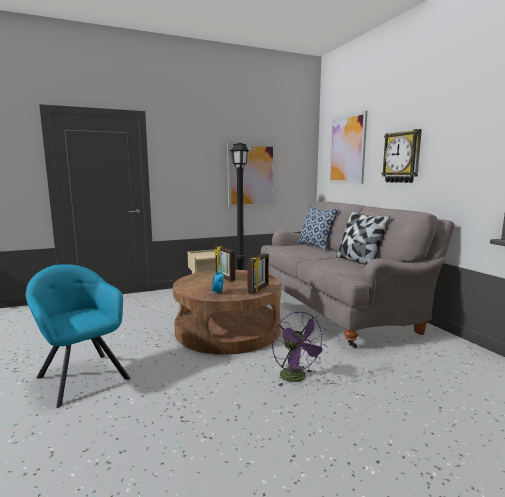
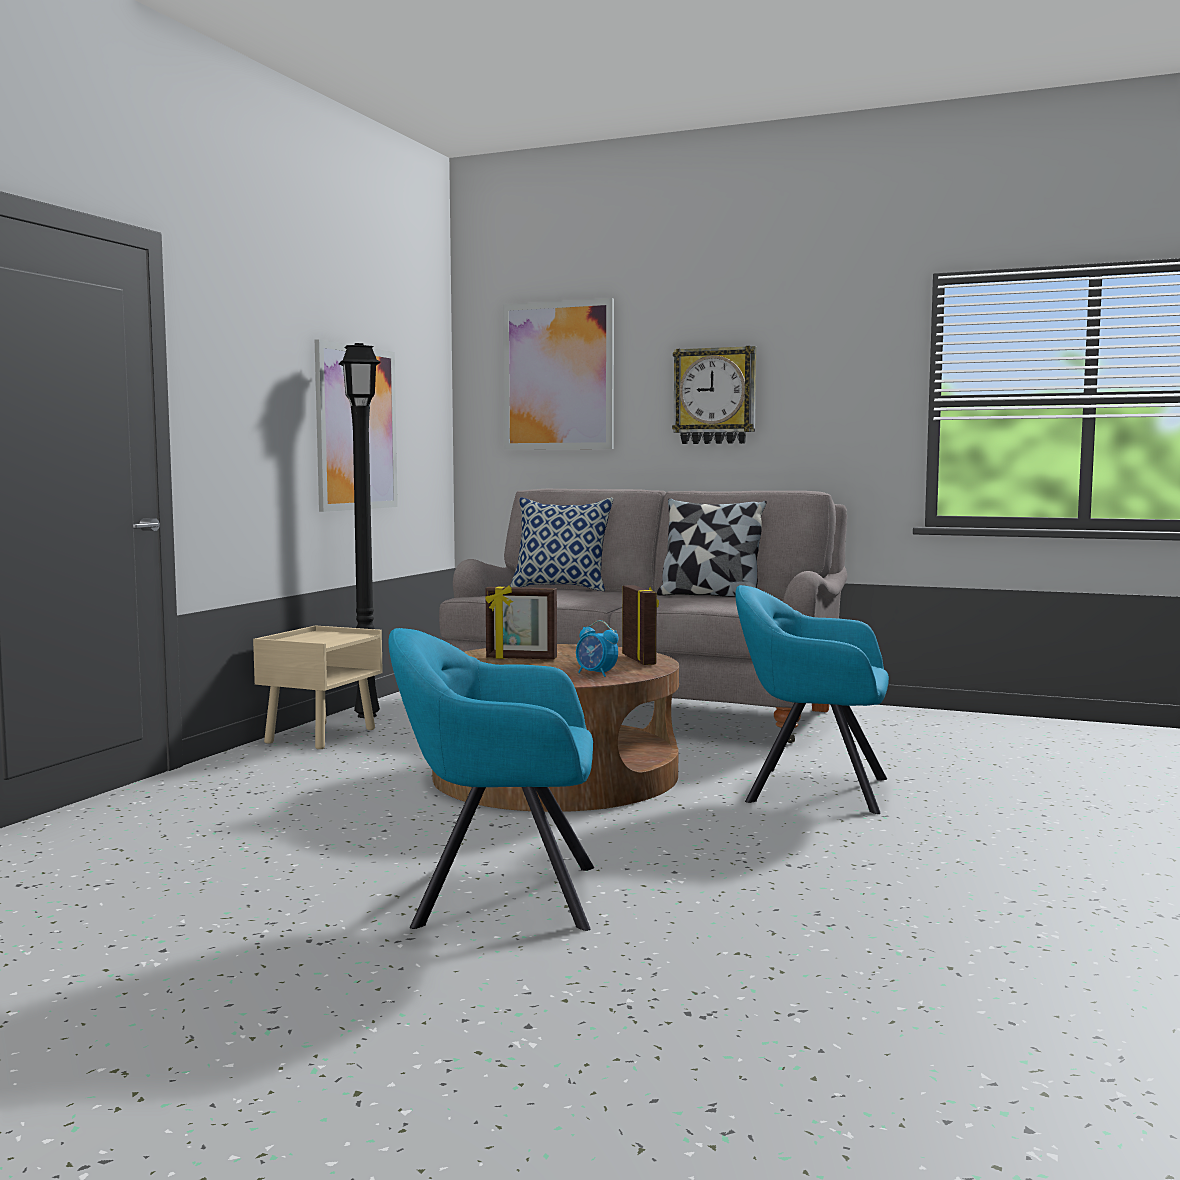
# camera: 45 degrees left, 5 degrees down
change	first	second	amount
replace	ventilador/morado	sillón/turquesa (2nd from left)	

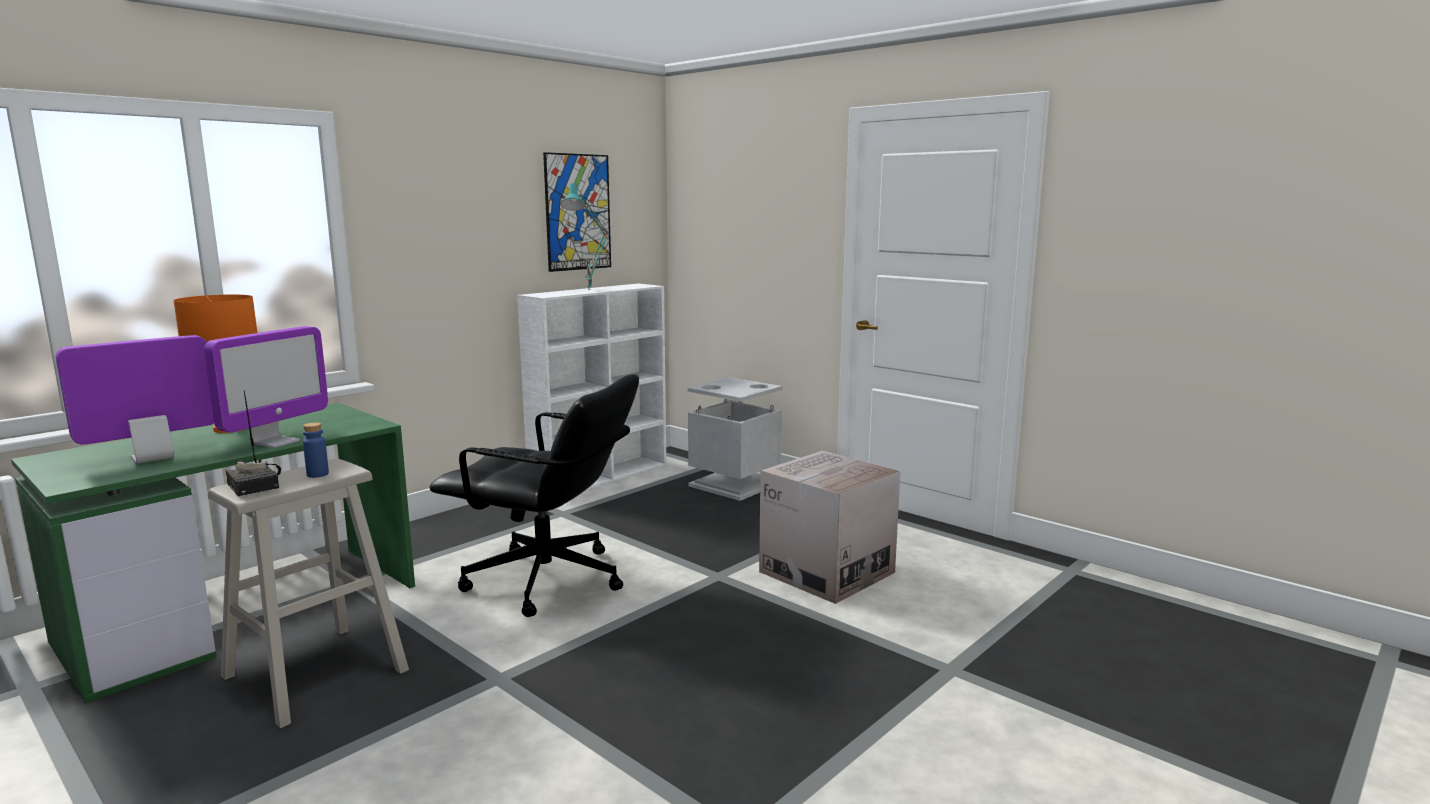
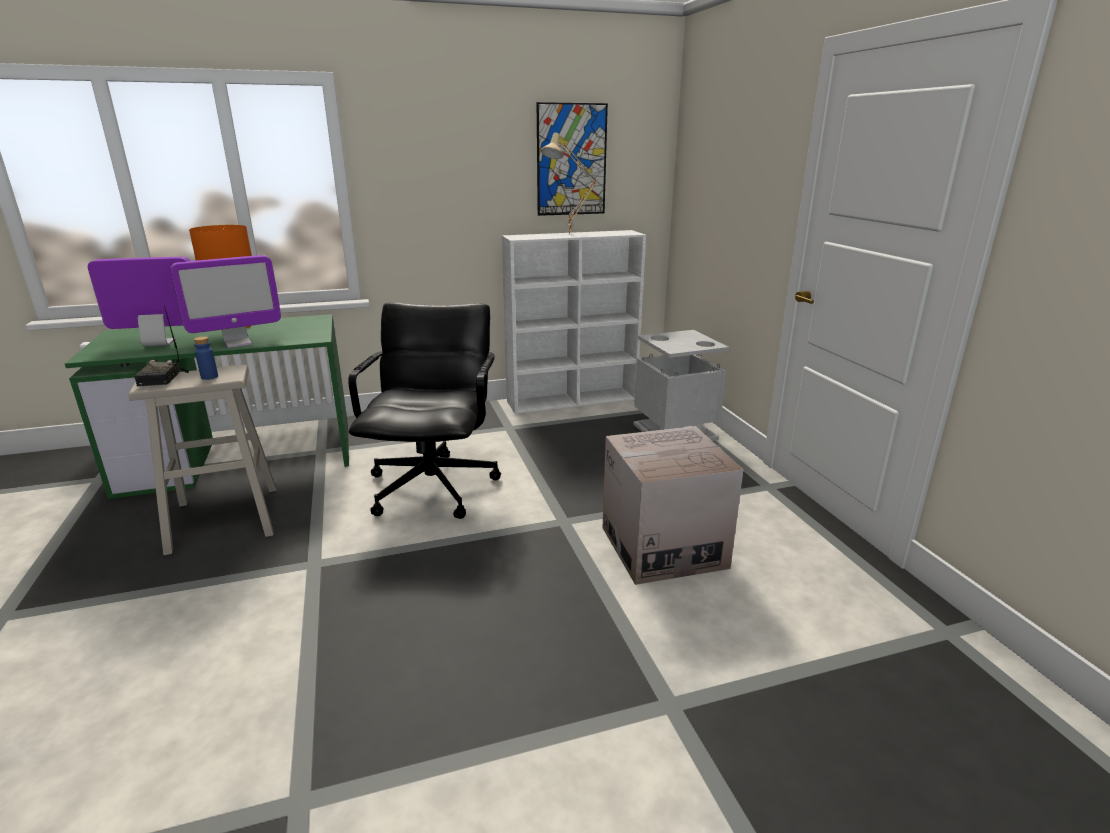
# camera: 30 degrees right, 10 degrees up
change	first	second	amount
recolor	lámpara de mesa/turquesa	lámpara de mesa/beis	
rotate	silla de oficina/negro		135 degrees counterclockwise

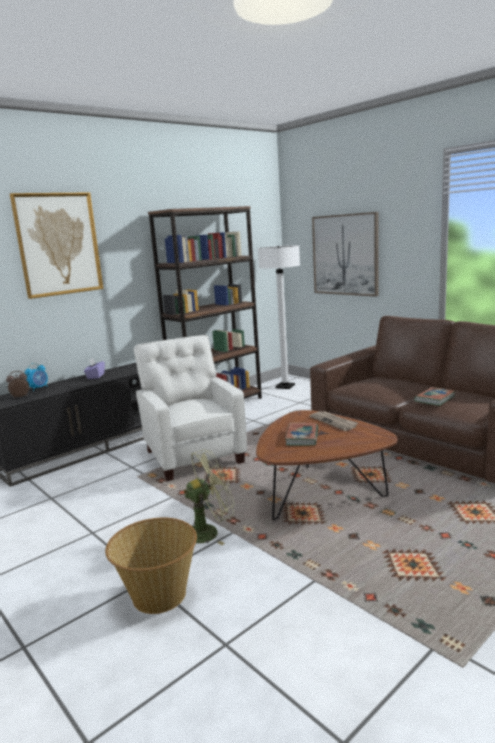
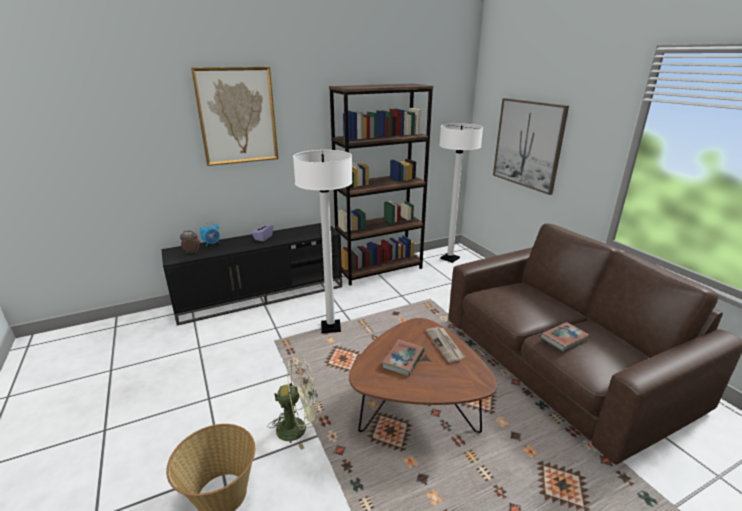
# camera: 15 degrees right, 10 degrees up
change	first	second	amount
replace	sillón/blanco	lámpara de pie/blanco (1st from left)	

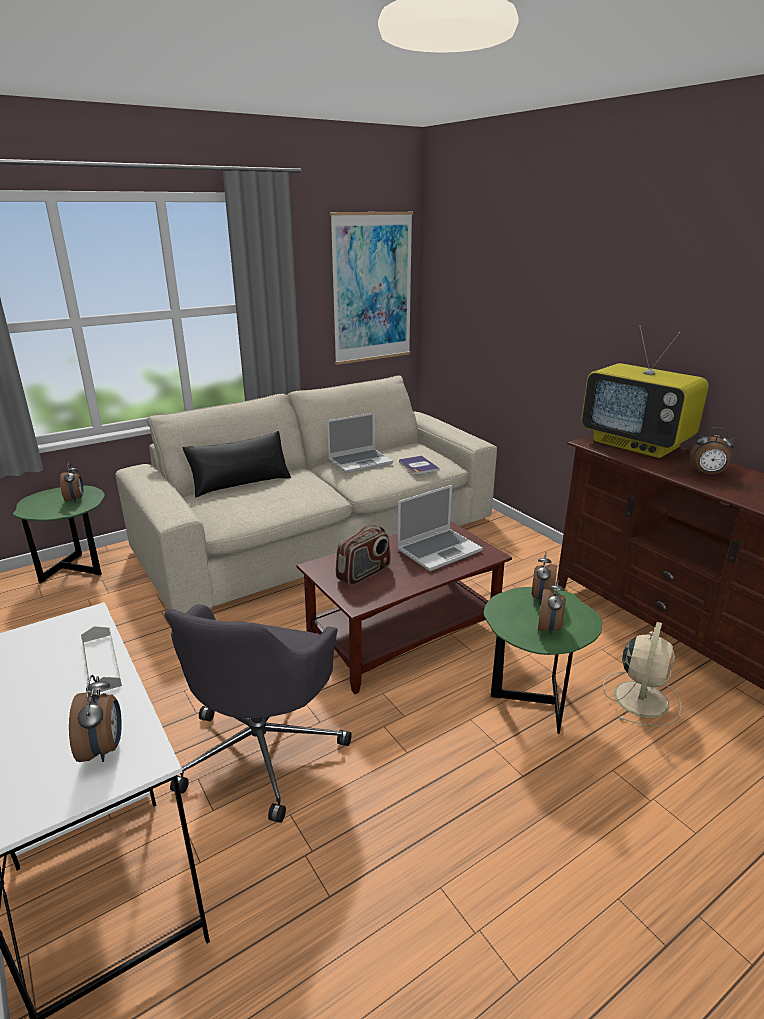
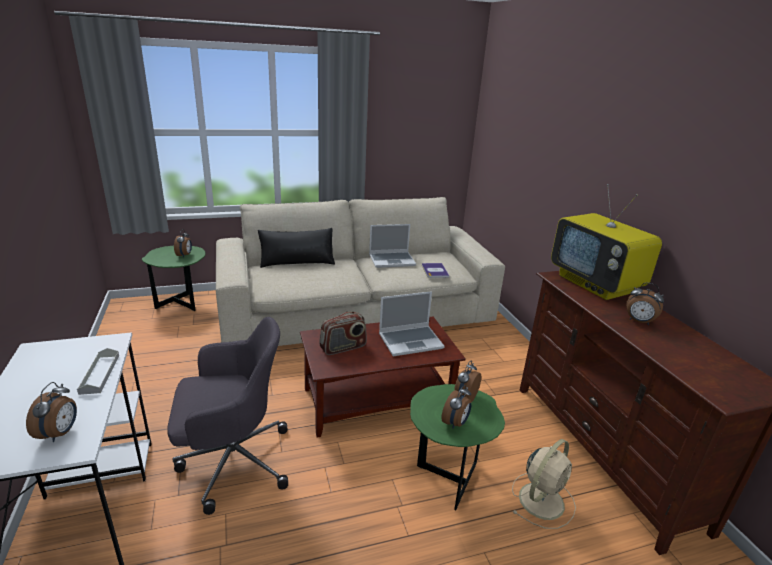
# camera: 15 degrees right, 0 degrees up
change	first	second	amount
delete	cuadro		
rotate	silla de oficina/gris		135 degrees counterclockwise

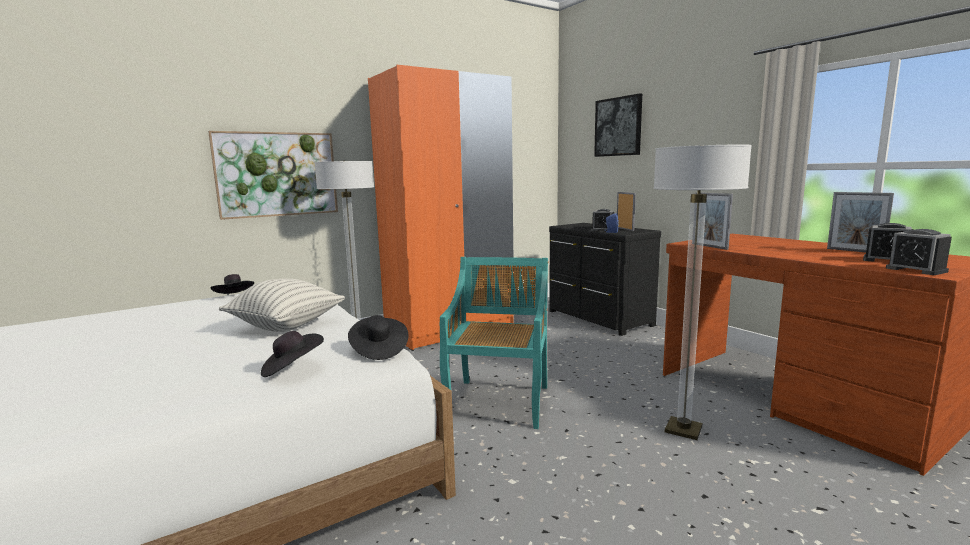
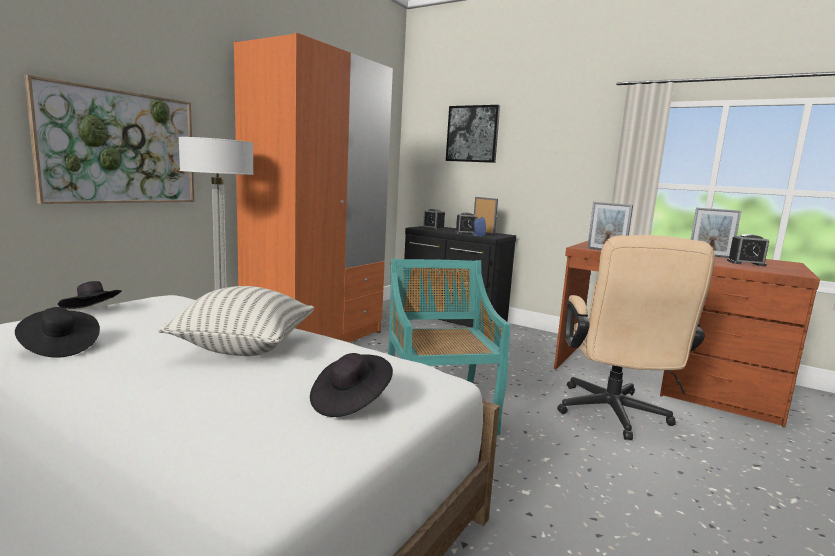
# camera: 25 degrees left, 0 degrees up
change	first	second	amount
replace	lámpara de pie (2nd from left)	silla de oficina/beis	
move	despertador (3rd from left in the first image)	despertador (1st from left)	
move	sombrero/negro (3rd from left in the first image)	sombrero/negro (1st from left)	

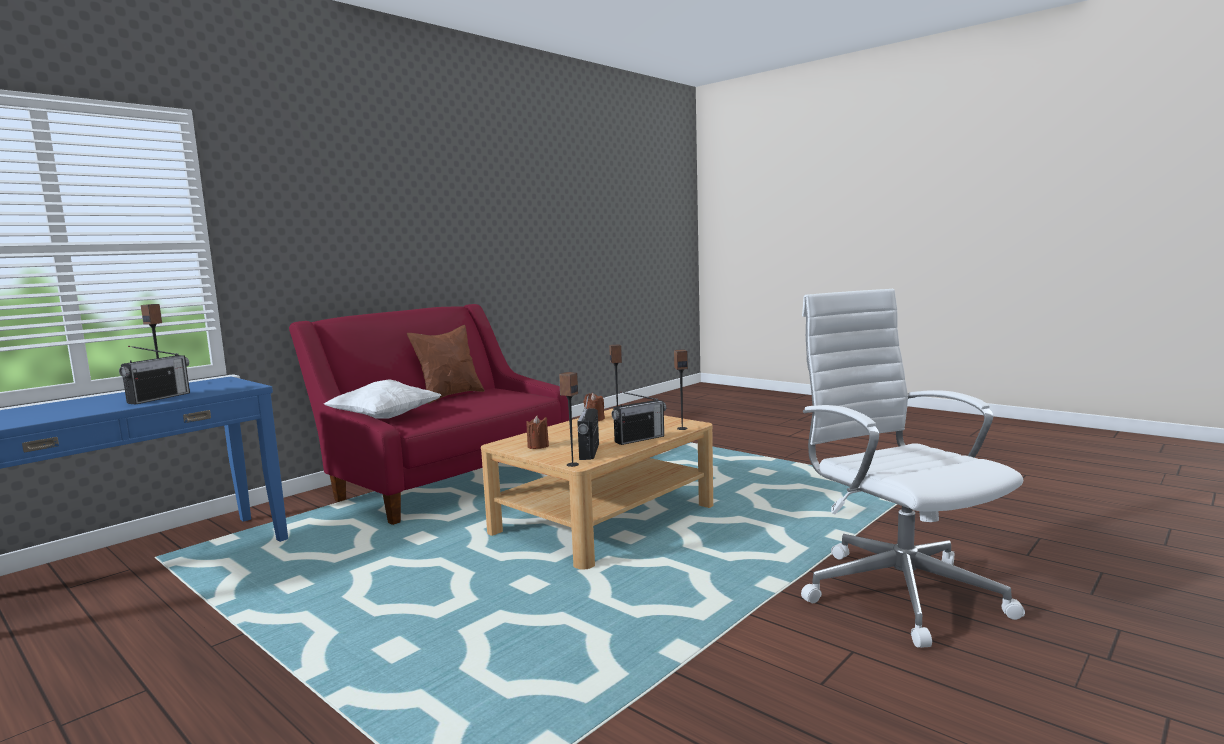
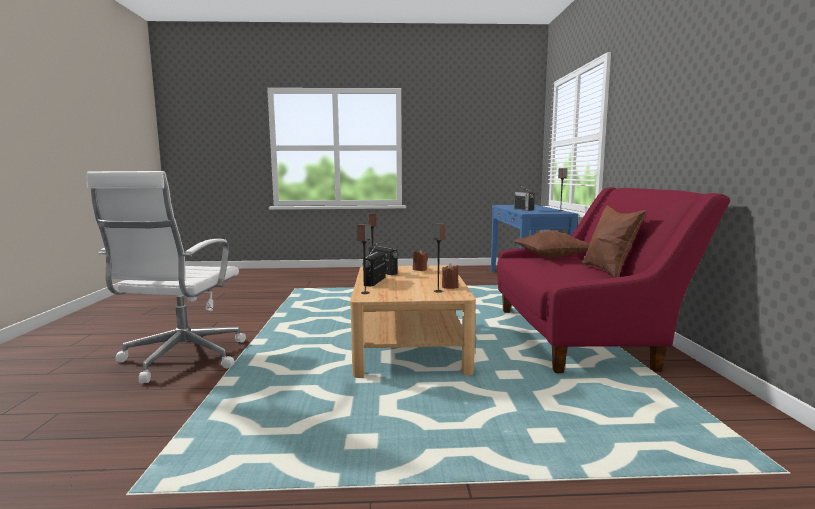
# camera: 135 degrees right, 0 degrees up
change	first	second	amount
rotate	silla de oficina/blanco		75 degrees clockwise
recolor	cojín/blanco	cojín/marrón (1st from left)	

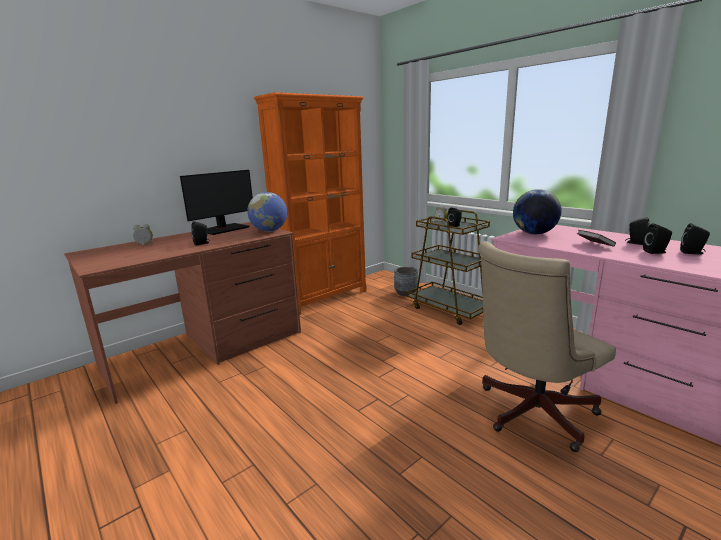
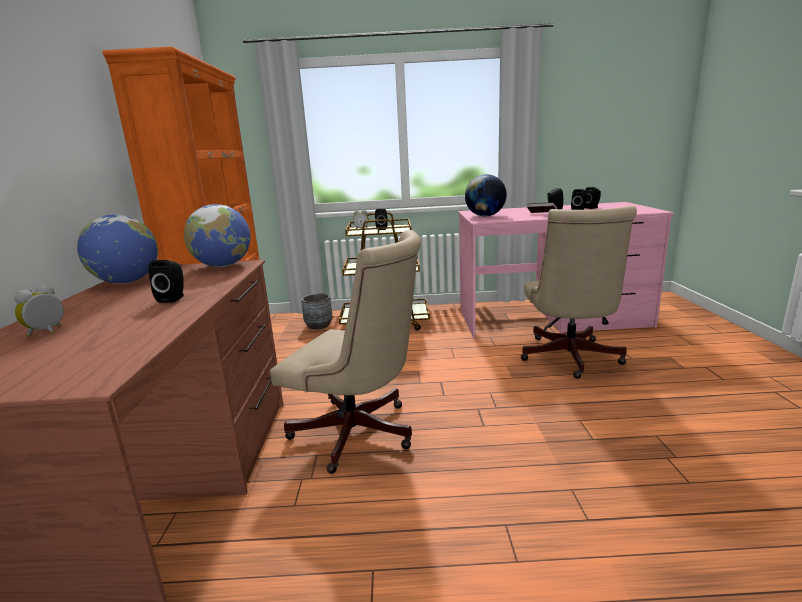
# camera: 50 degrees left, 0 degrees up
change	first	second	amount
replace	monitor	globo terráqueo (1st from left)	
insert		silla de oficina/beis (1st from left)	

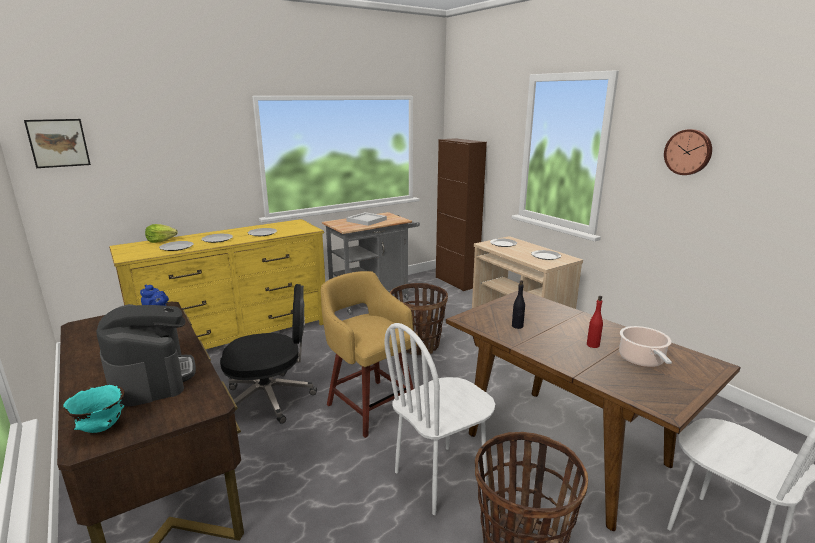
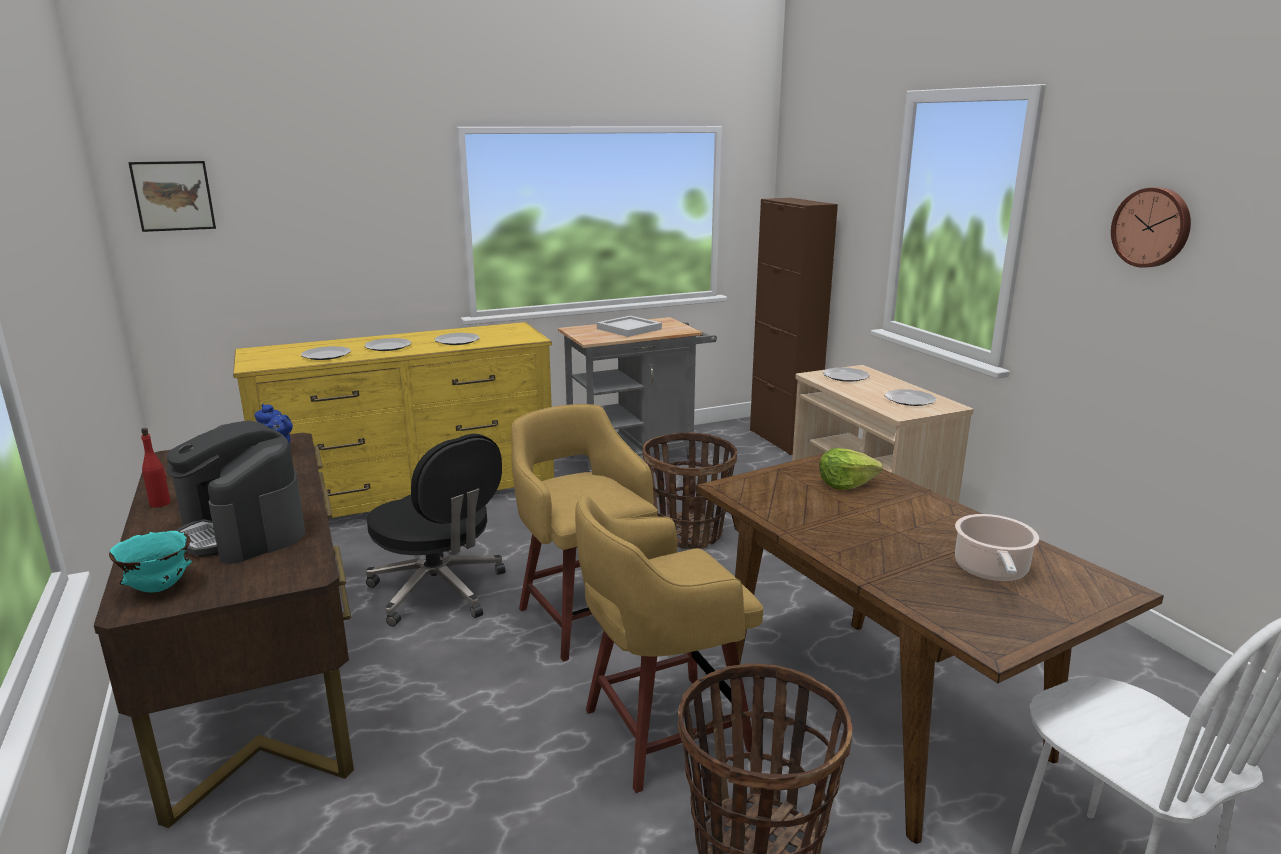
# camera: 10 degrees right, 0 degrees up
change	first	second	amount
move	lechuga		
delete	botella/negro		
rotate	silla de oficina/negro		45 degrees clockwise
move	botella/rojo		
rotate	cafetera		150 degrees clockwise
replace	silla/blanco (1st from left)	taburete/amarillo (2nd from left)	

